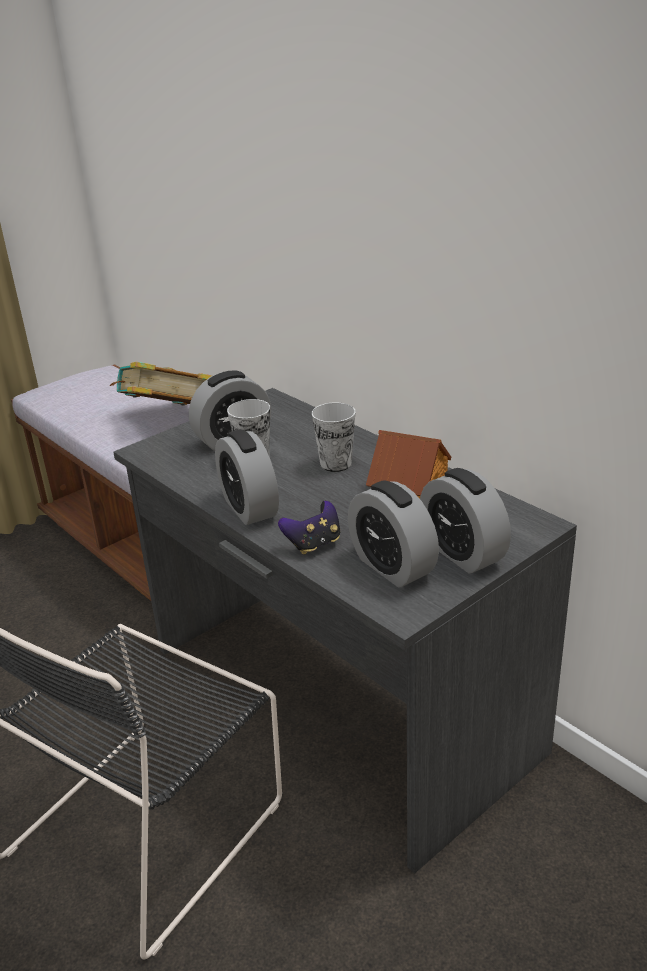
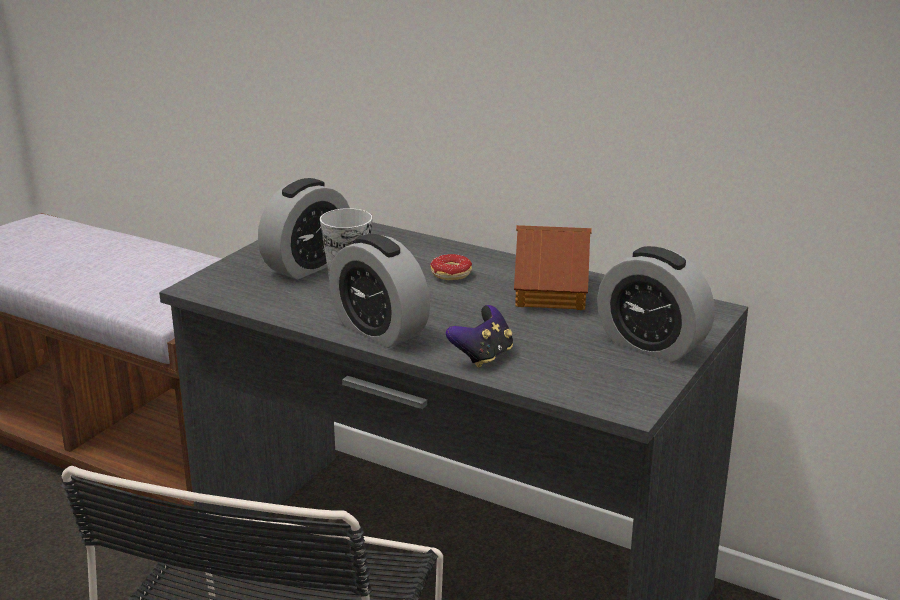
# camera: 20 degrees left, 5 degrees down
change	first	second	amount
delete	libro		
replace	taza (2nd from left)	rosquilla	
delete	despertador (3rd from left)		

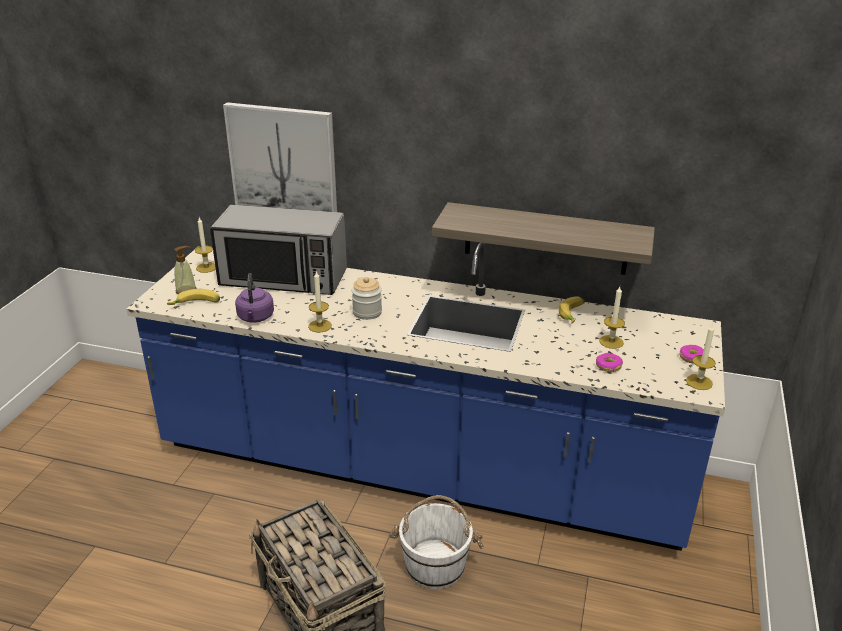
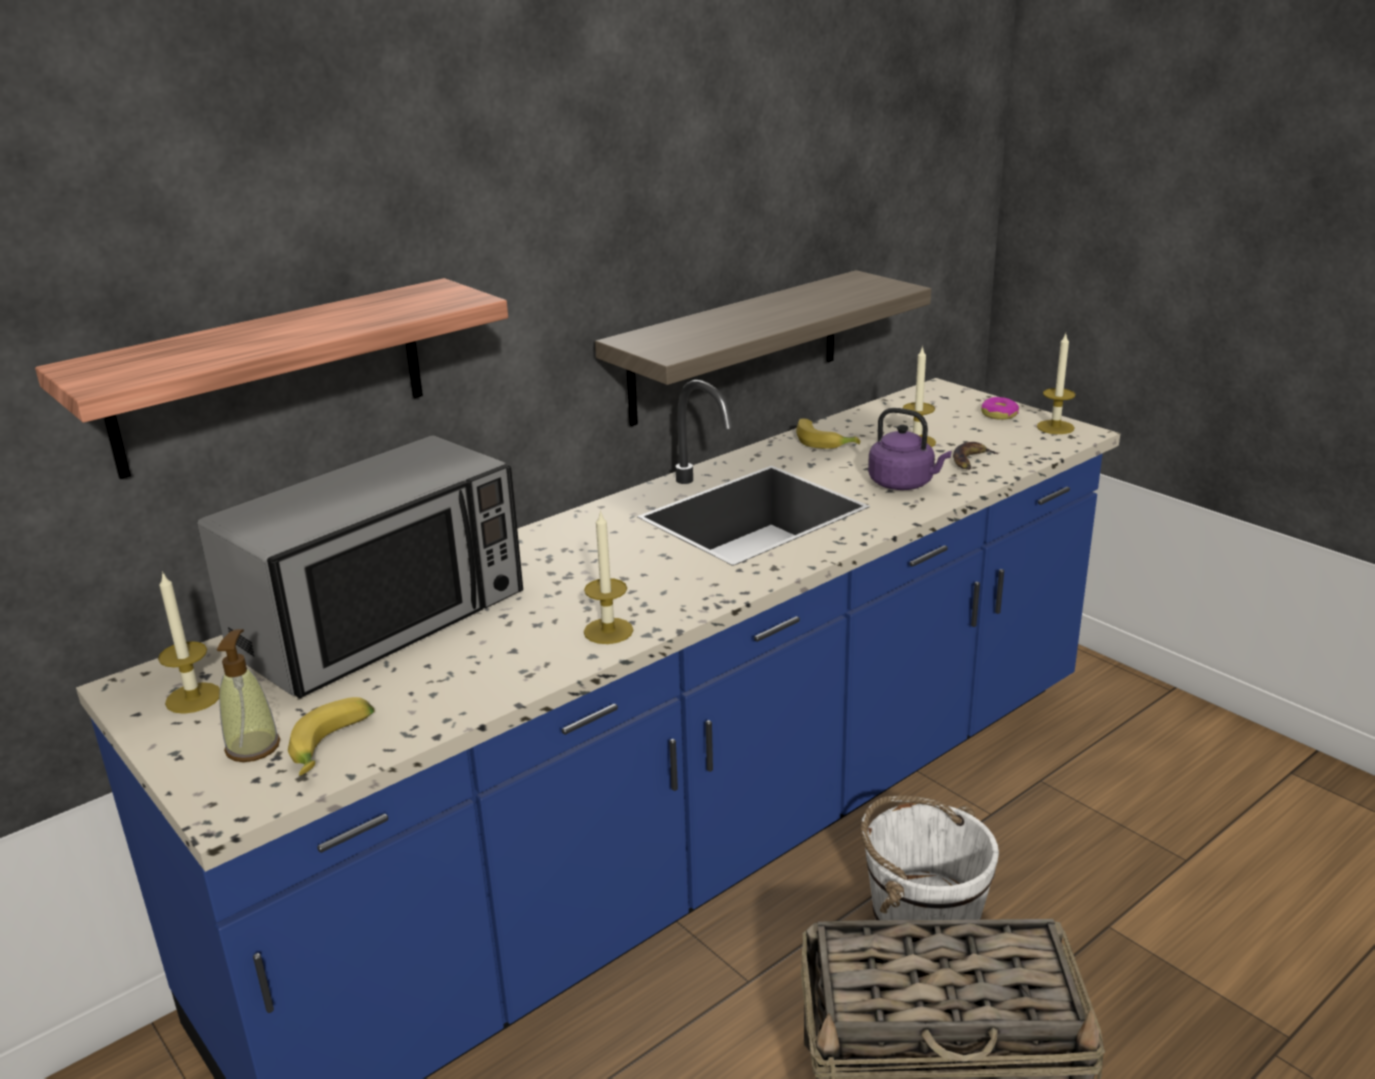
# camera: 55 degrees left, 5 degrees down
change	first	second	amount
replace	cuadro	estante (1st from left)	
move	hervidor/morado		
delete	tarro		
replace	rosquilla (1st from left)	plátano (3rd from left)	

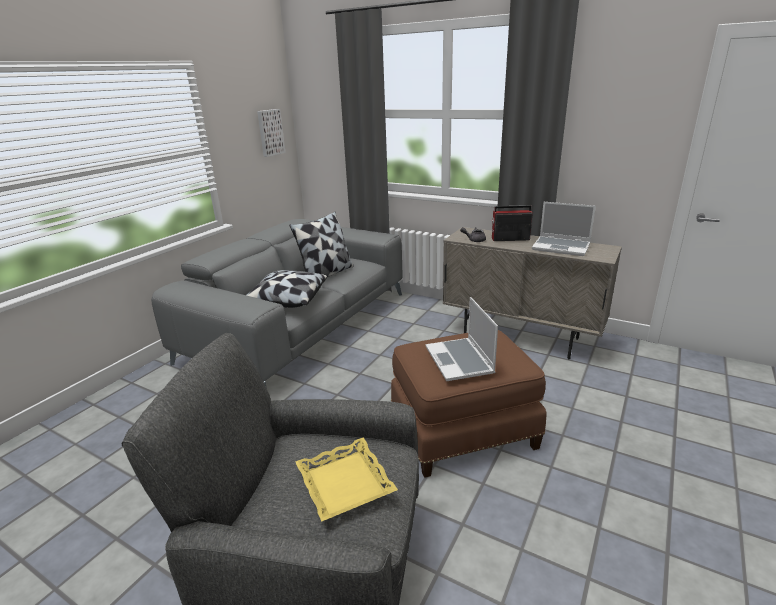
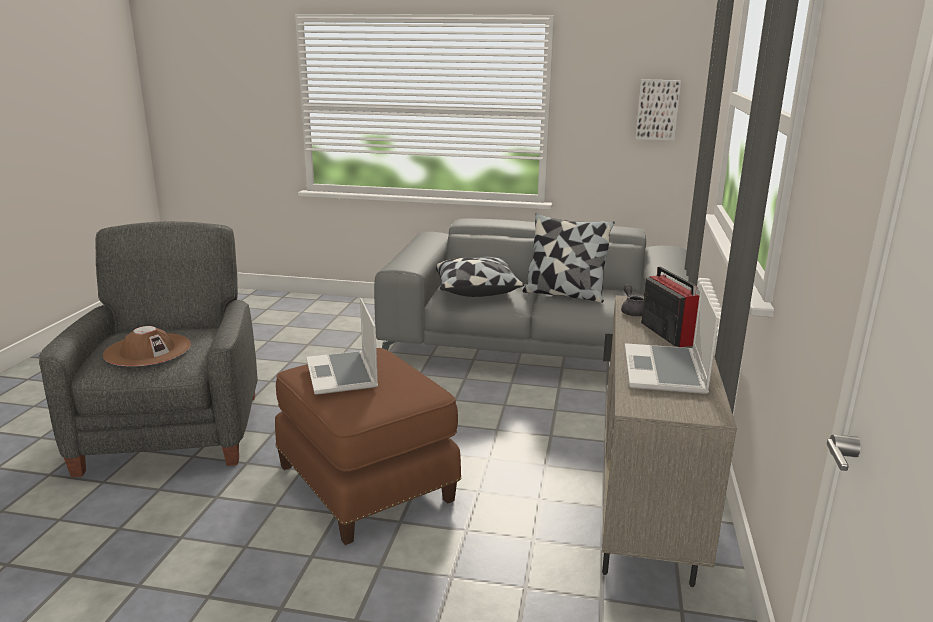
# camera: 70 degrees right, 5 degrees down
change	first	second	amount
rotate	portátil (1st from left)		75 degrees counterclockwise
replace	bandeja/amarillo	sombrero/marrón	

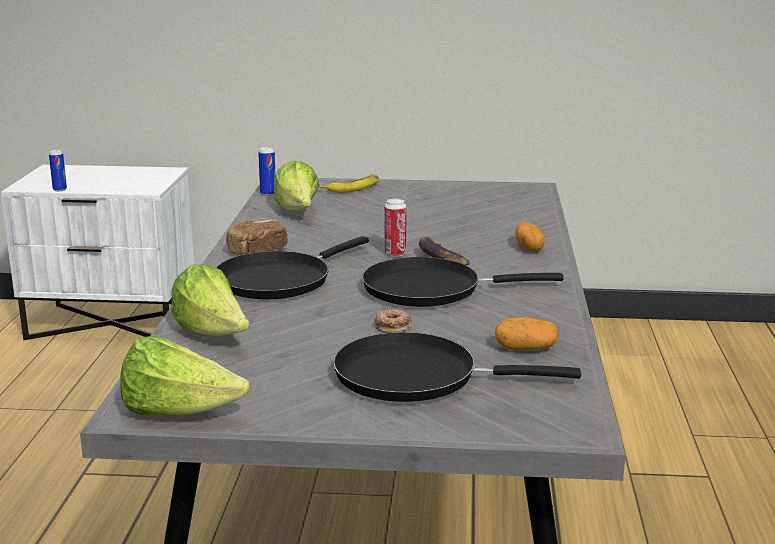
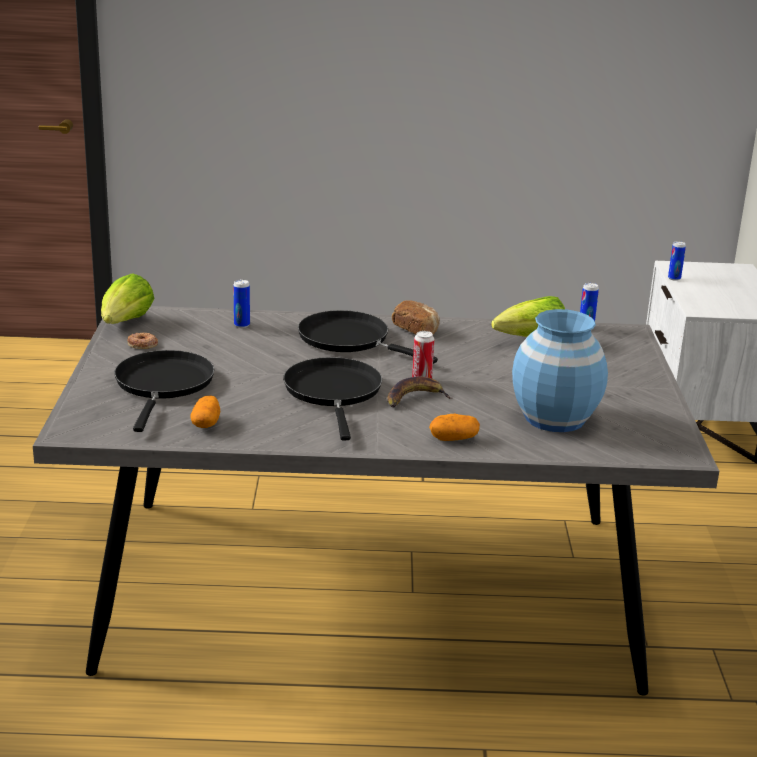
# camera: 85 degrees right, 5 degrees up
change	first	second	amount
delete	plátano (1st from left)		
replace	lechuga (2nd from left)	lata (1st from left)	
move	rosquilla		
insert		florero/azul	

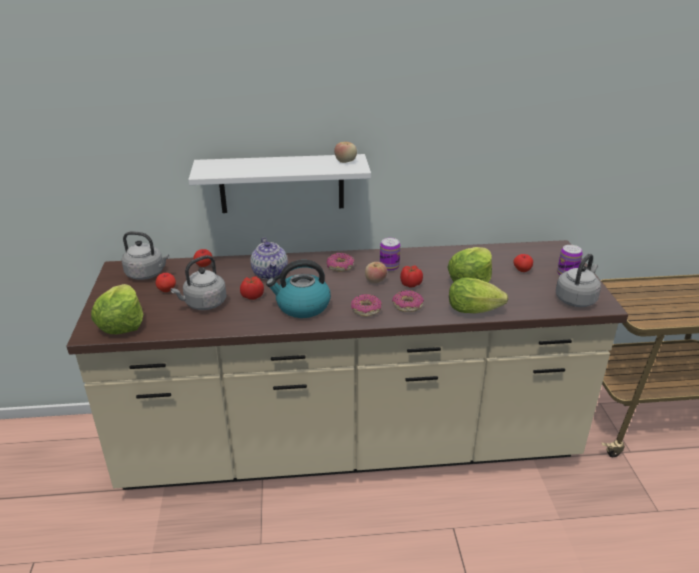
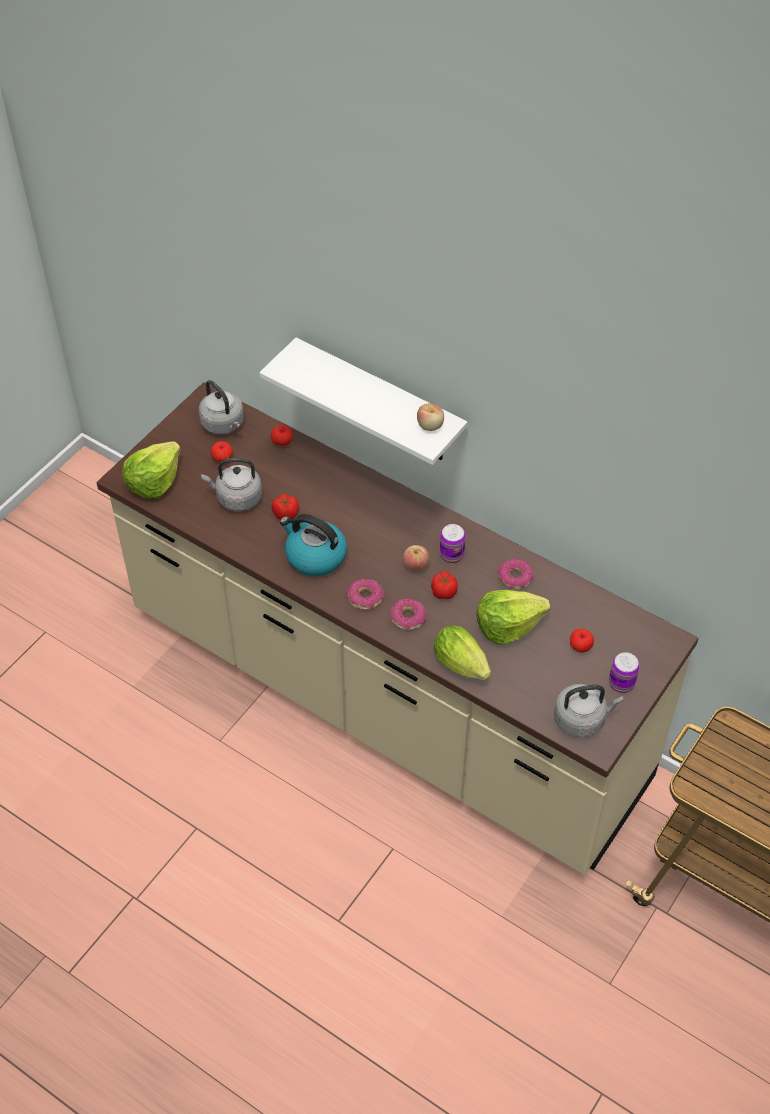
# camera: 40 degrees right, 20 degrees up
change	first	second	amount
delete	tetera		
move	rosquilla (1st from left in the first image)	rosquilla (3rd from left)	

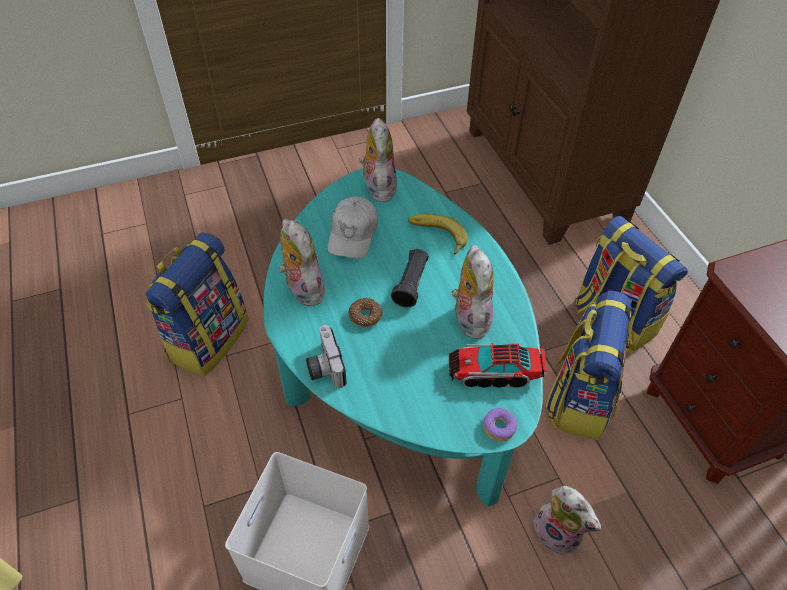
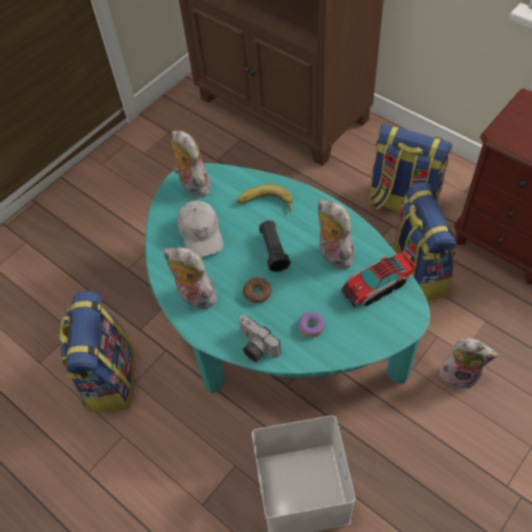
# camera: 25 degrees left, 5 degrees up
change	first	second	amount
move	rosquilla (2nd from left)		

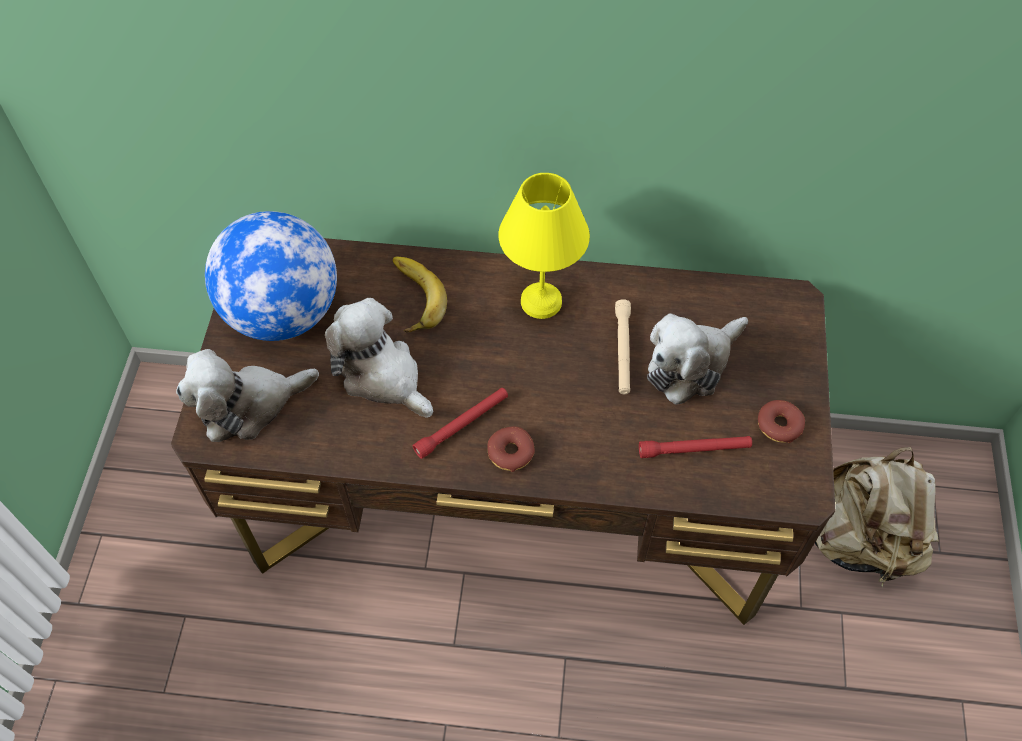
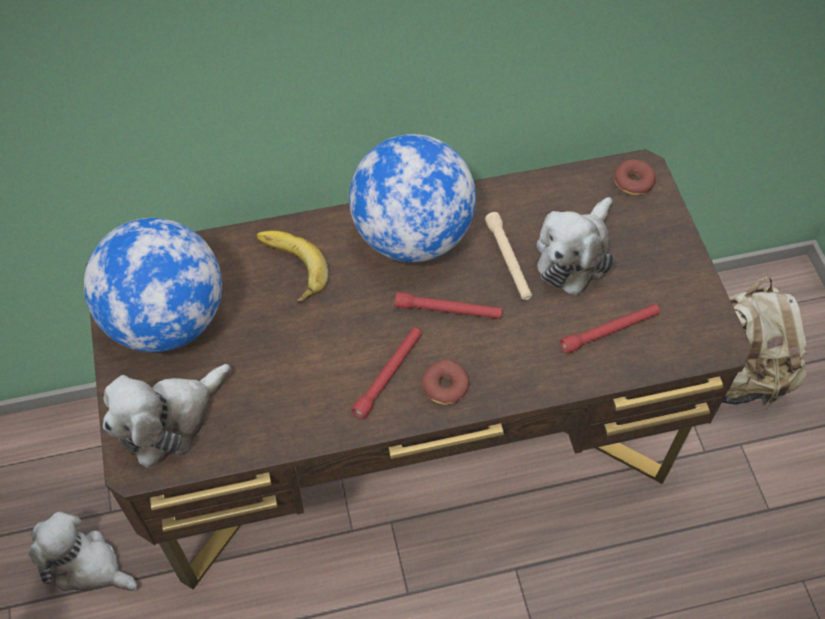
# camera: 20 degrees left, 0 degrees up
change	first	second	amount
replace	lámpara de mesa/amarillo	globo terráqueo (2nd from left)	
move	peluche (2nd from left in the first image)	peluche (1st from left)	
move	rosquilla (2nd from left)		
insert		linterna/rojo (2nd from left)	

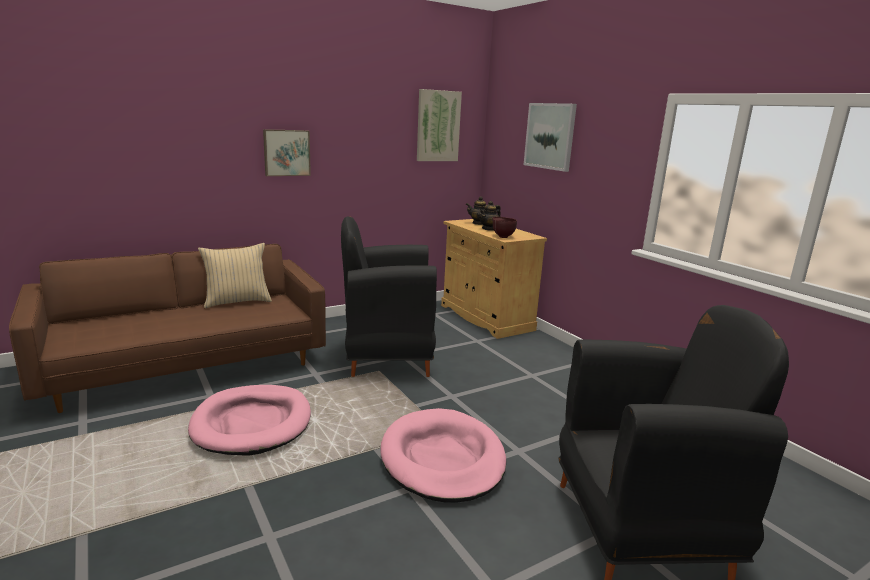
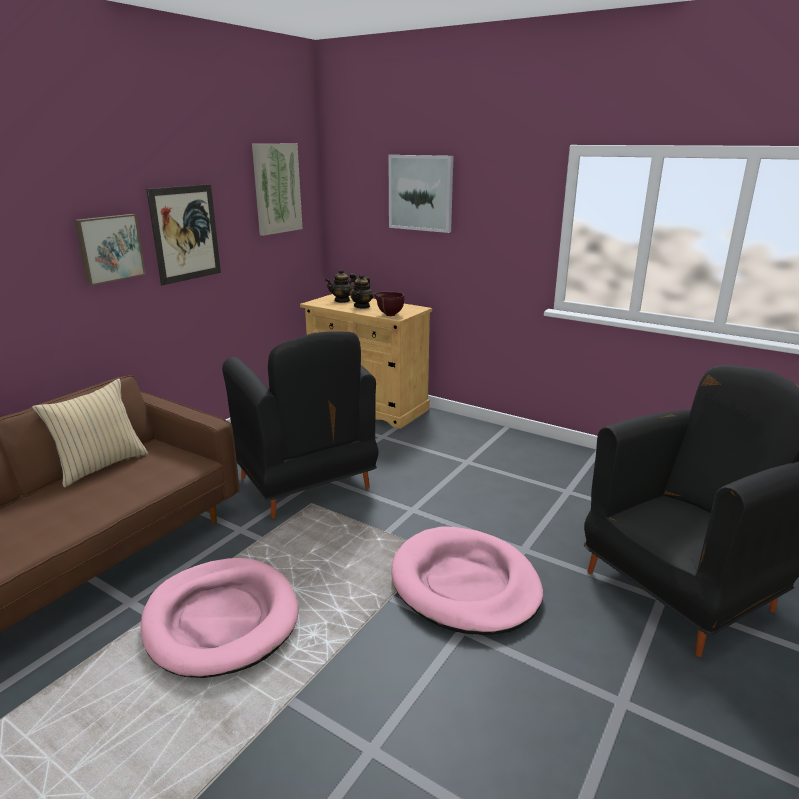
# camera: 25 degrees left, 5 degrees up
change	first	second	amount
rotate	sillón/negro (1st from left)		90 degrees counterclockwise
insert		cuadro (2nd from left)	

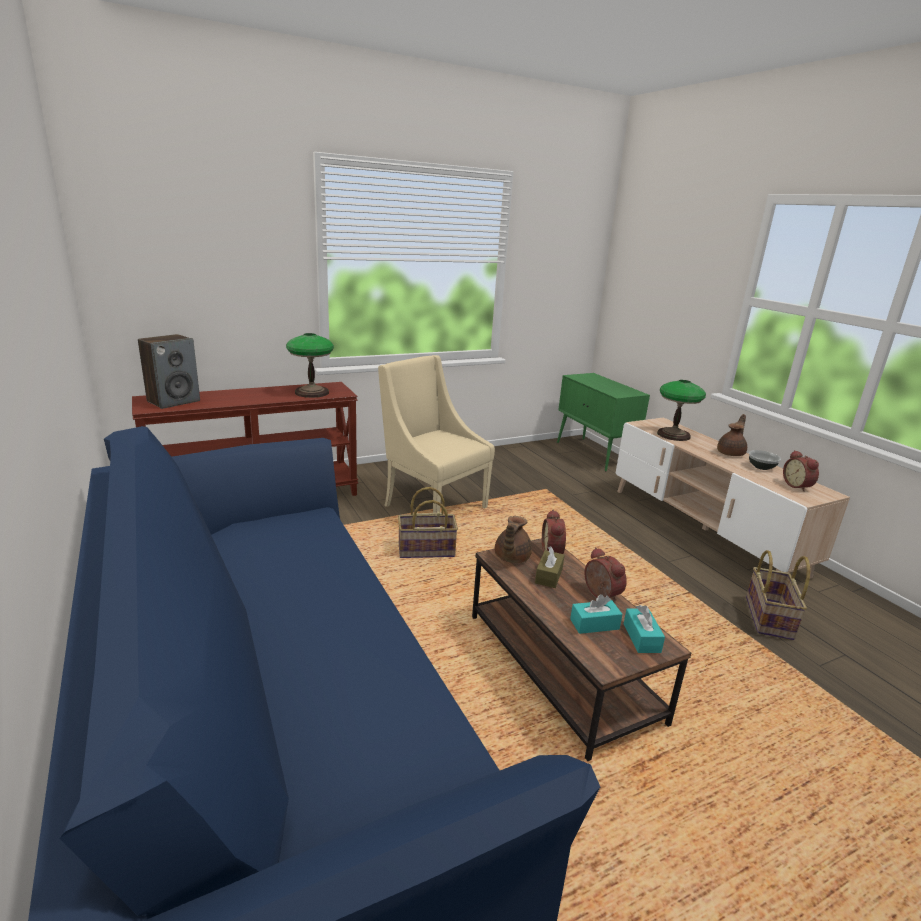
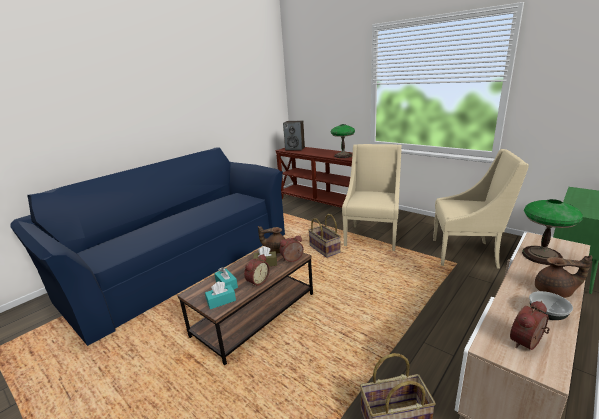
# camera: 70 degrees right, 0 degrees up
change	first	second	amount
insert		sillón/beis (2nd from left)	

